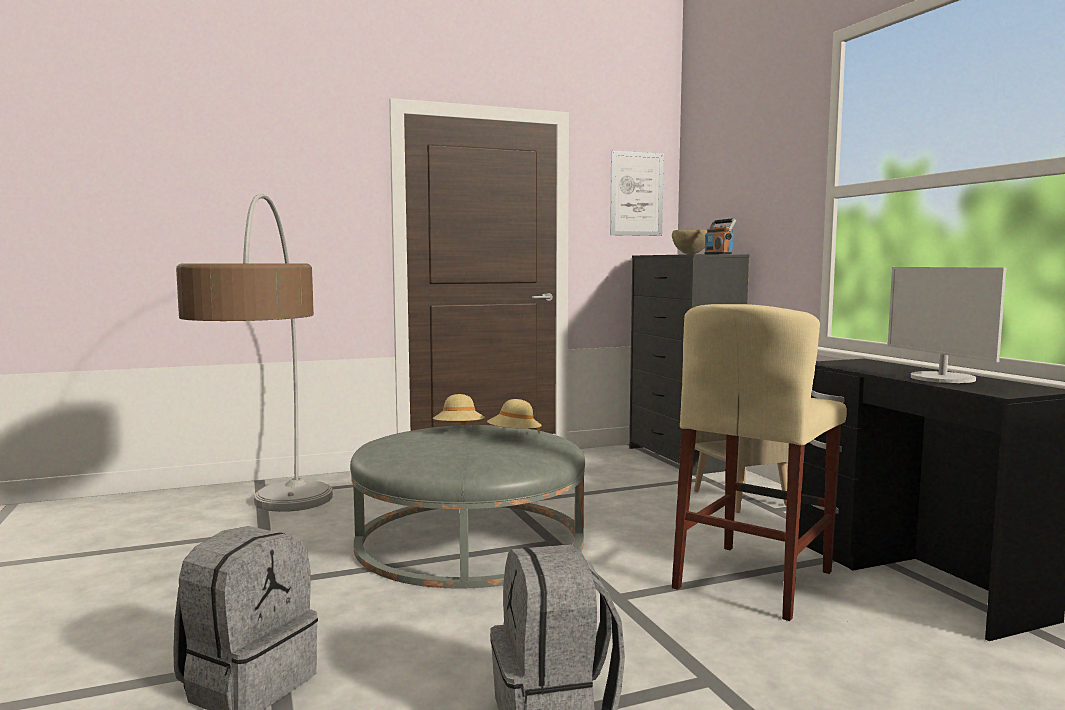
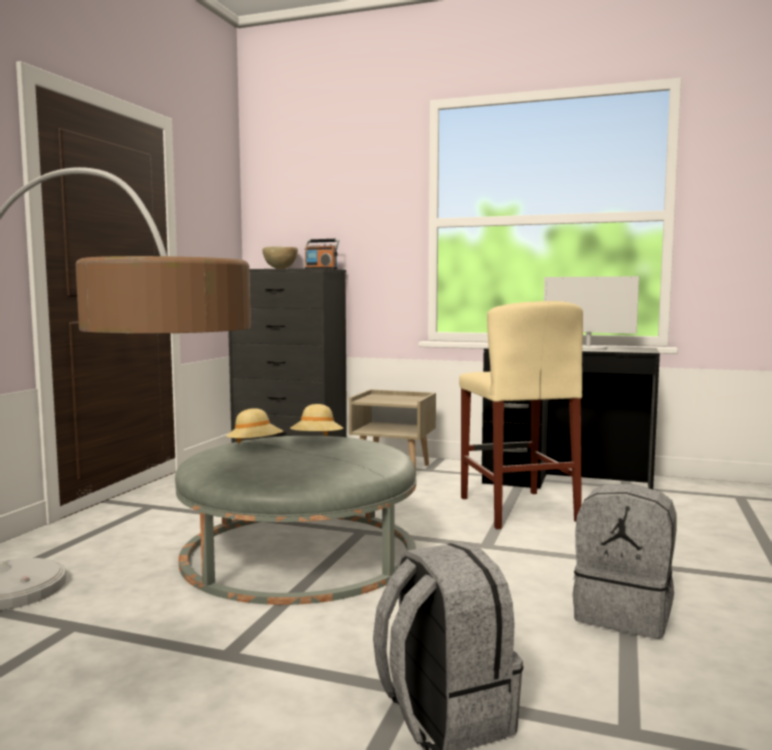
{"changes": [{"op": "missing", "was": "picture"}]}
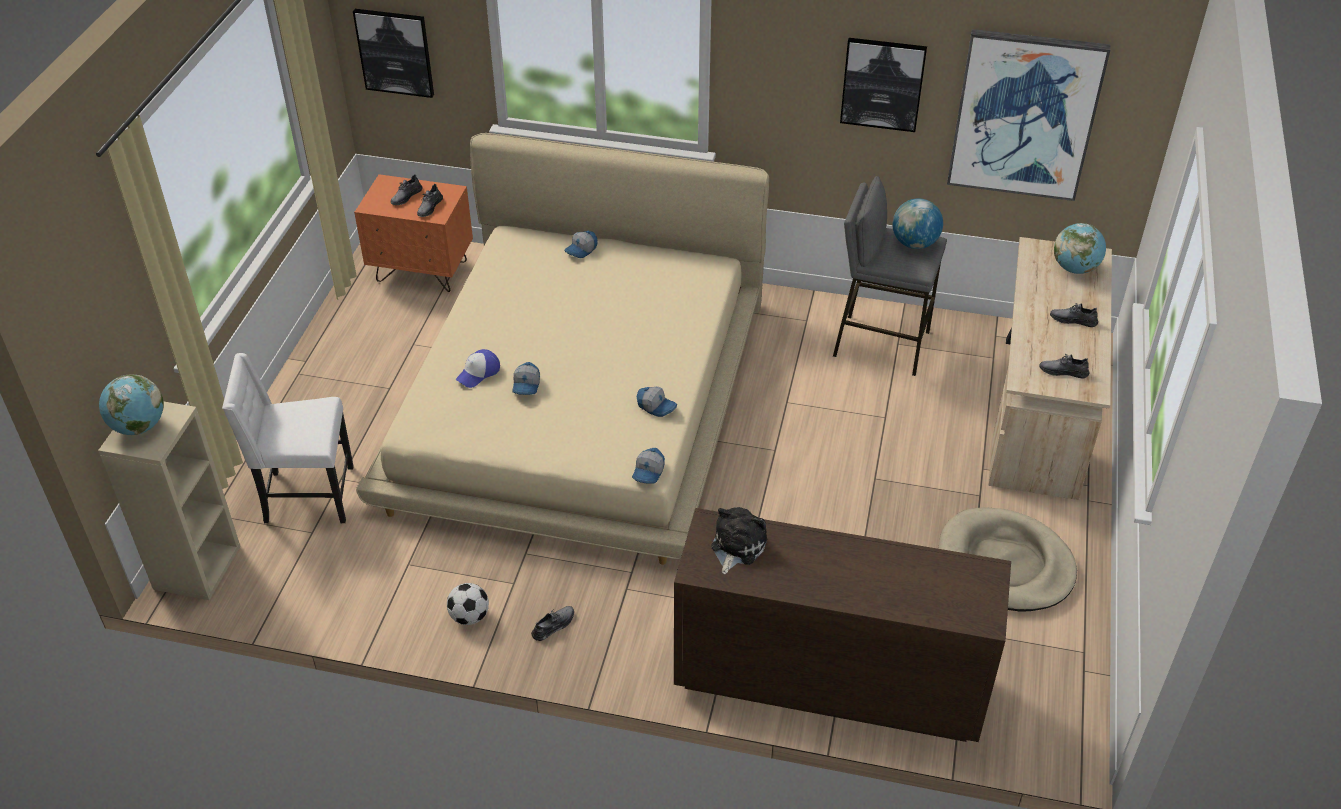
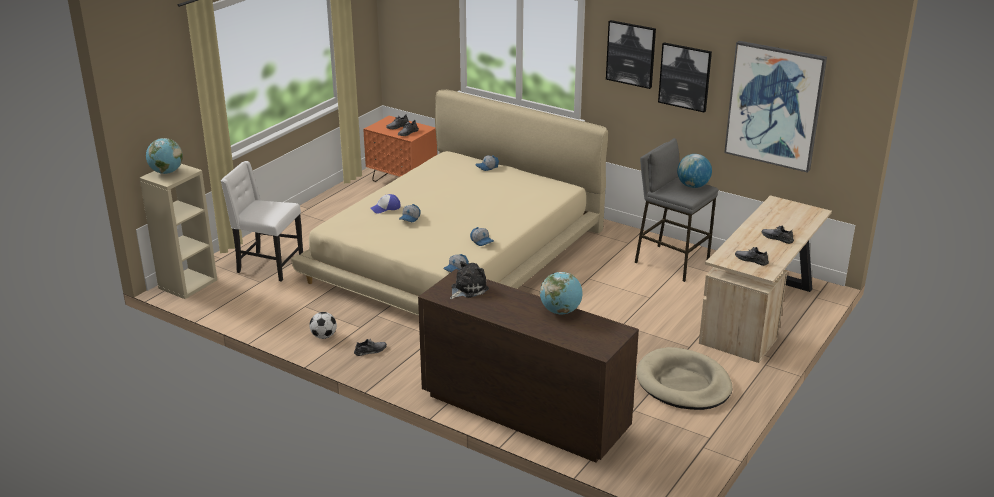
{"changes": [{"op": "relocated", "was": "picture (no. 1 from left)"}, {"op": "relocated", "was": "globe (no. 3 from left in the first image)", "now": "globe (no. 2 from left)"}]}
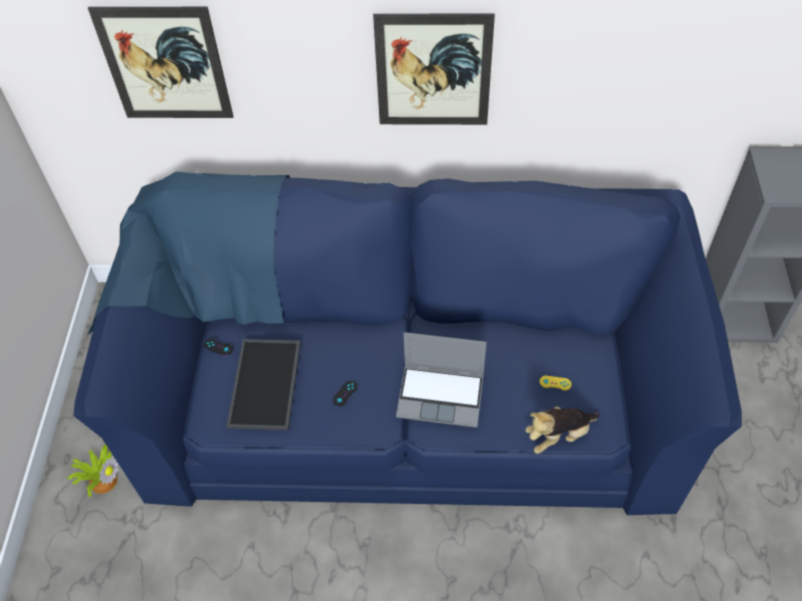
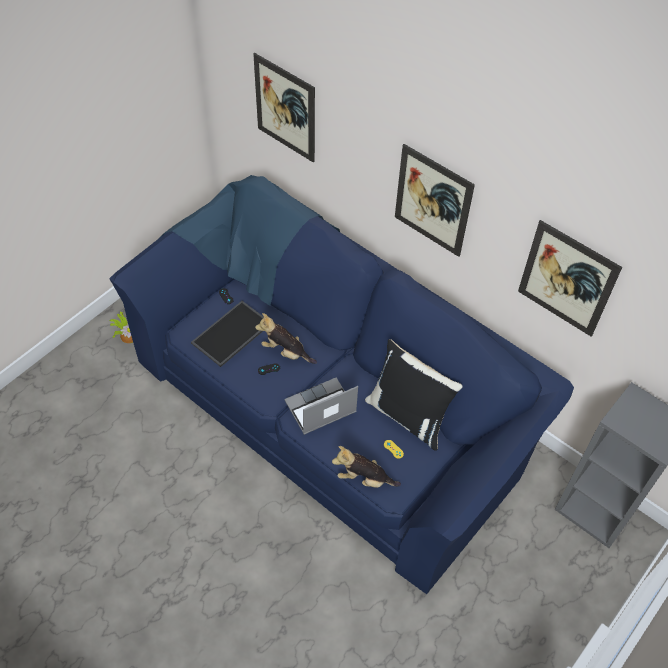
{"changes": [{"op": "appeared", "now": "plush toy (no. 1 from left)"}, {"op": "appeared", "now": "black pillow"}, {"op": "appeared", "now": "picture (no. 3 from left)"}, {"op": "spun", "was": "laptop", "clockwise": 105}]}
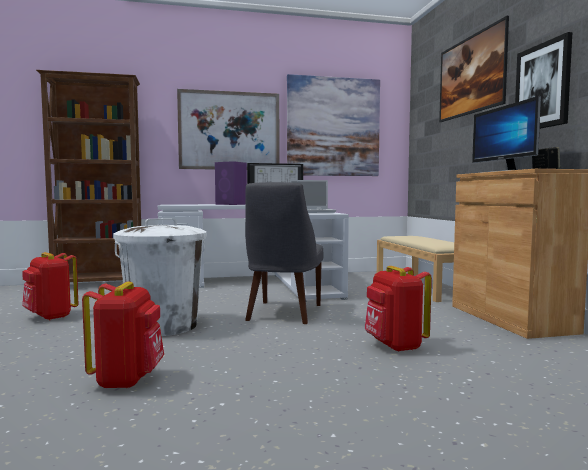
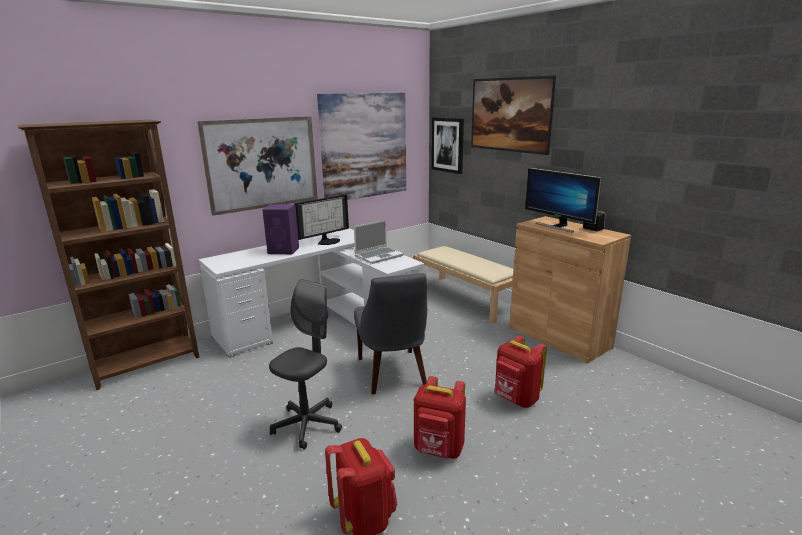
{"changes": [{"op": "relocated", "was": "red backpack (no. 1 from left in the first image)", "now": "red backpack (no. 2 from left)"}, {"op": "relocated", "was": "picture (no. 4 from left in the first image)", "now": "picture (no. 3 from left)"}, {"op": "exchanged", "was": "white trash can", "now": "grey office chair"}]}
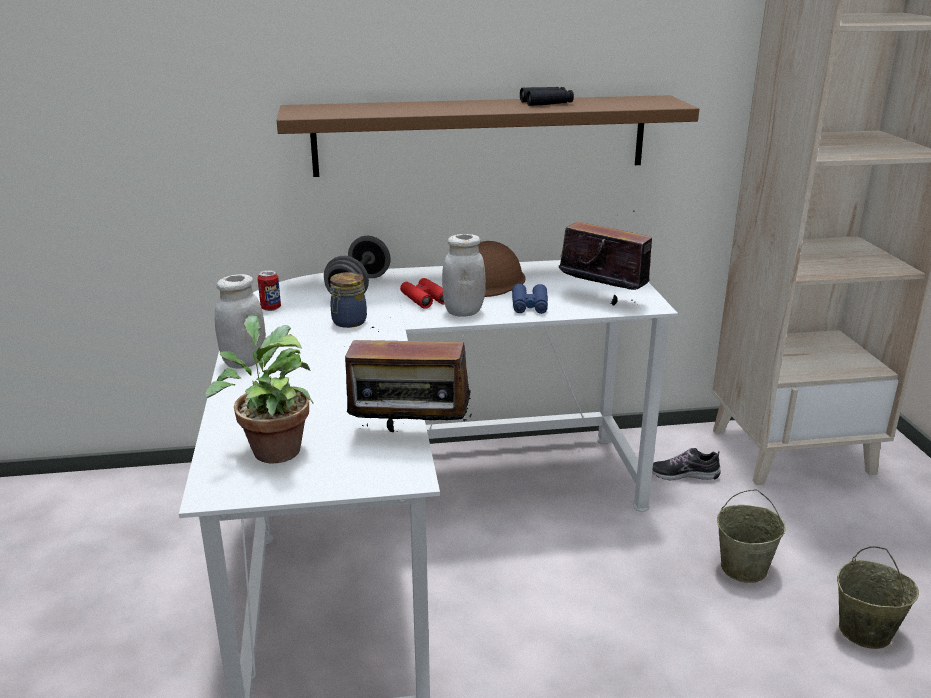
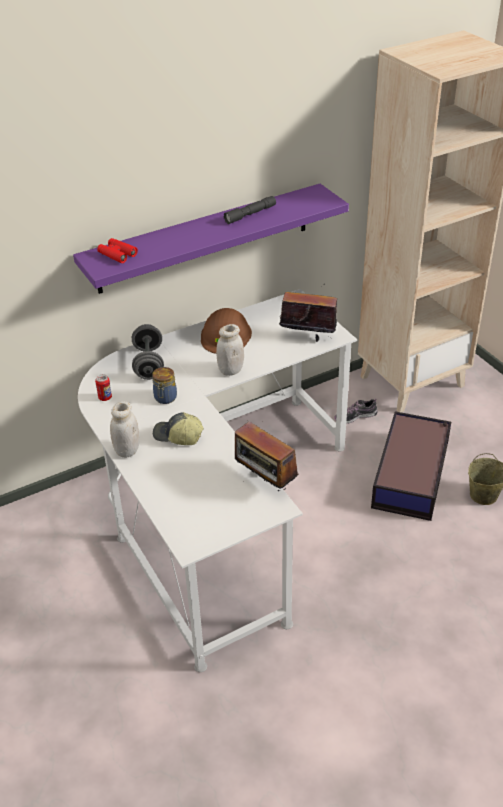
{"changes": [{"op": "missing", "was": "potted plant"}, {"op": "missing", "was": "blue binoculars"}, {"op": "appeared", "now": "cap"}, {"op": "relocated", "was": "red binoculars"}, {"op": "exchanged", "was": "black binoculars", "now": "grey flashlight"}, {"op": "exchanged", "was": "beige bucket (no. 1 from left)", "now": "storage box"}, {"op": "colour", "was": "brown shelf", "now": "purple shelf"}, {"op": "spun", "was": "radio (no. 1 from left)", "clockwise": 60}]}
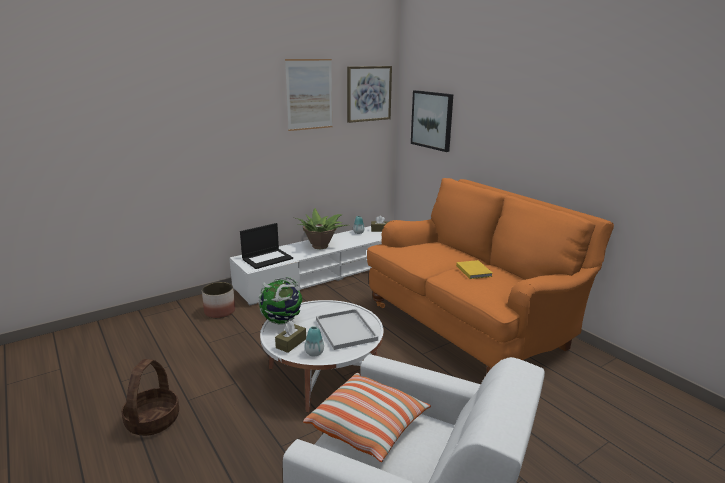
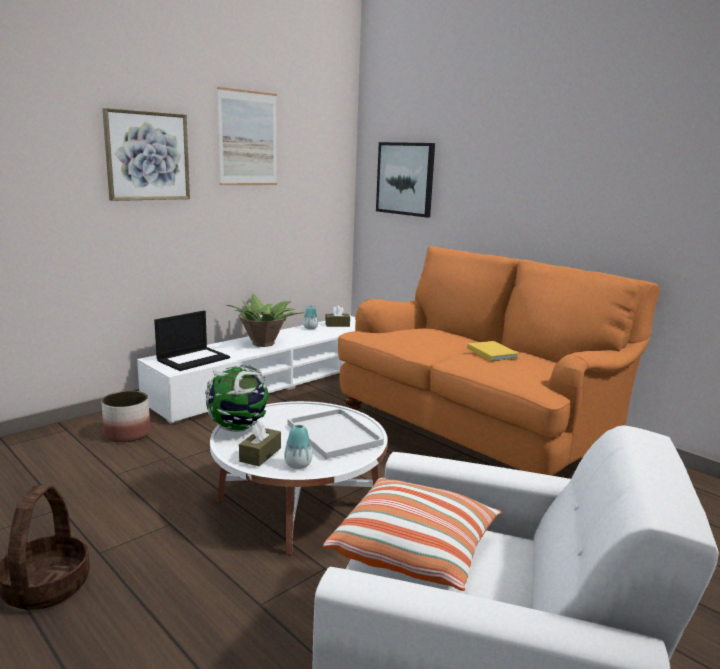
{"changes": [{"op": "relocated", "was": "picture (no. 2 from left in the first image)", "now": "picture (no. 1 from left)"}]}
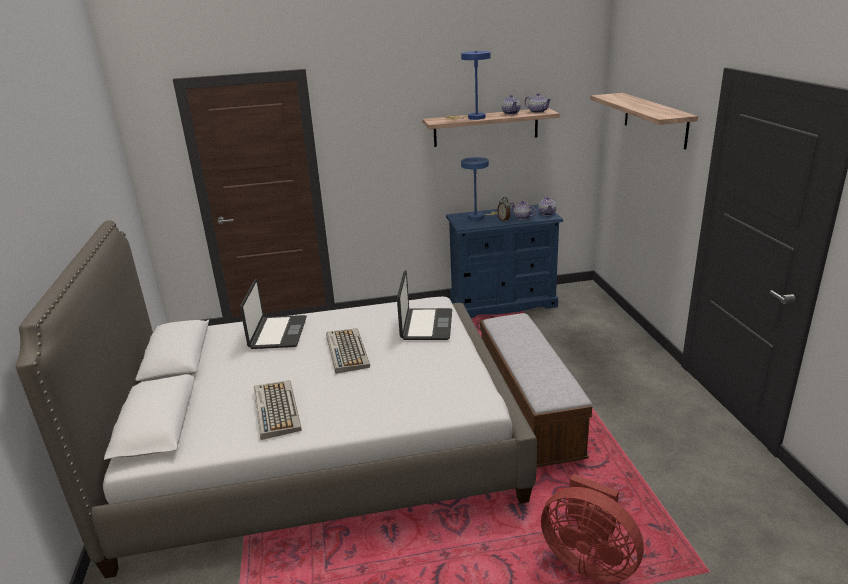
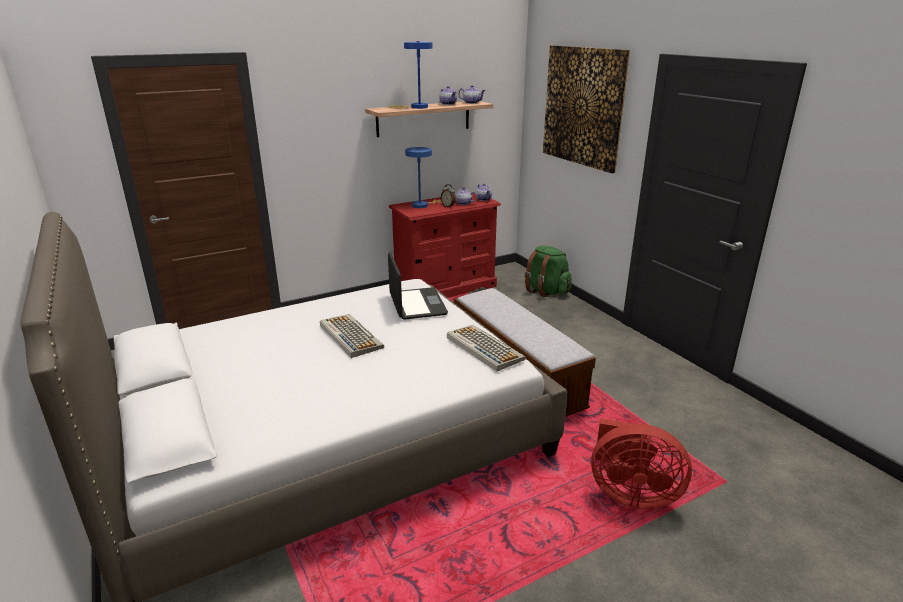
{"changes": [{"op": "missing", "was": "laptop (no. 1 from left)"}, {"op": "appeared", "now": "green backpack"}, {"op": "relocated", "was": "keyboard (no. 1 from left in the first image)", "now": "keyboard (no. 2 from left)"}, {"op": "exchanged", "was": "shelf (no. 2 from left)", "now": "picture"}, {"op": "colour", "was": "blue dresser", "now": "red dresser"}]}
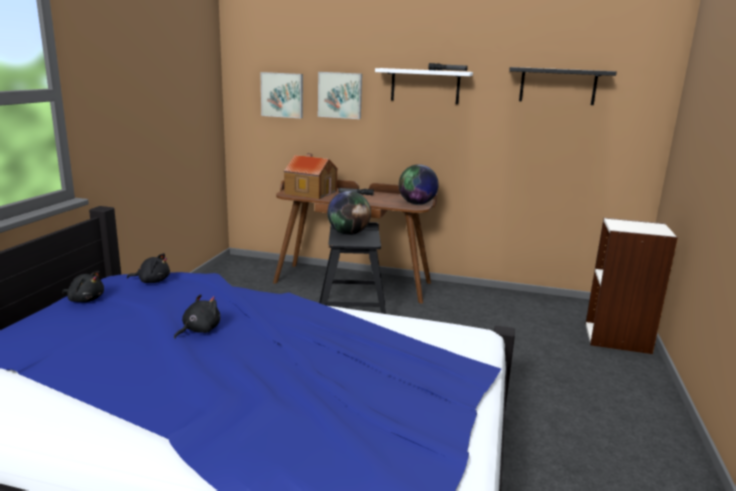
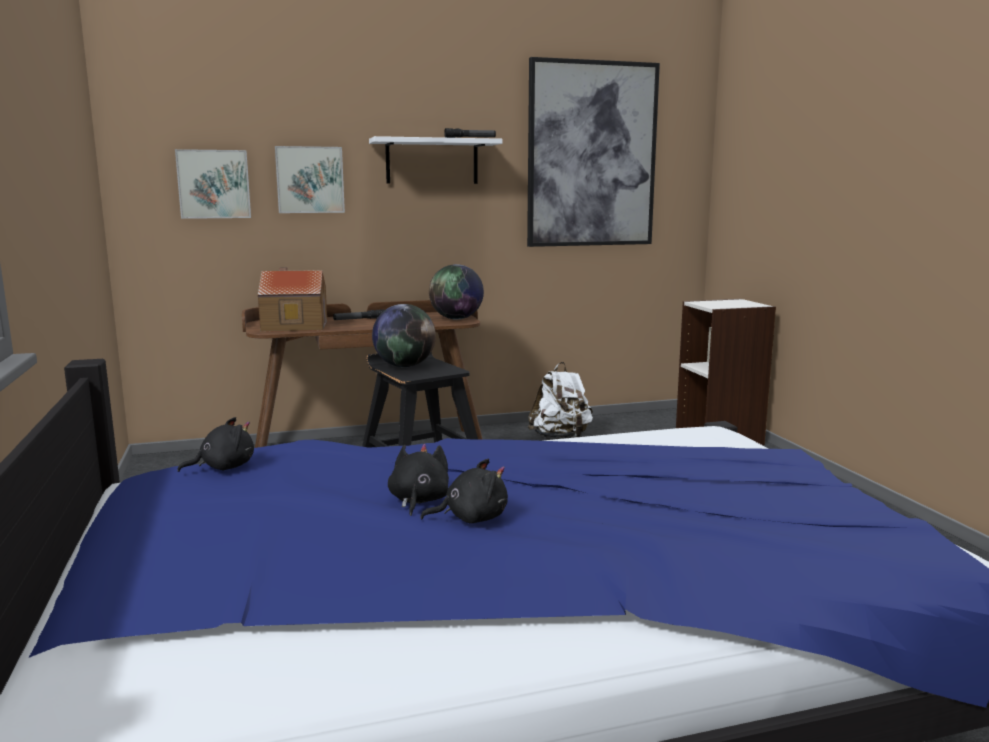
{"changes": [{"op": "appeared", "now": "white backpack"}, {"op": "relocated", "was": "black plush toy (no. 1 from left in the first image)", "now": "black plush toy (no. 3 from left)"}, {"op": "exchanged", "was": "black shelf", "now": "picture (no. 3 from left)"}]}
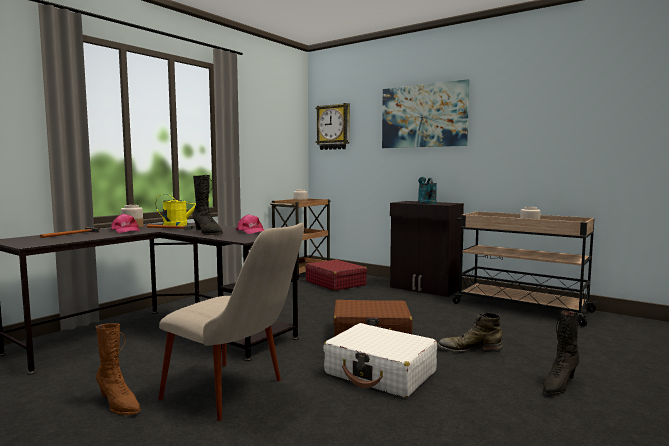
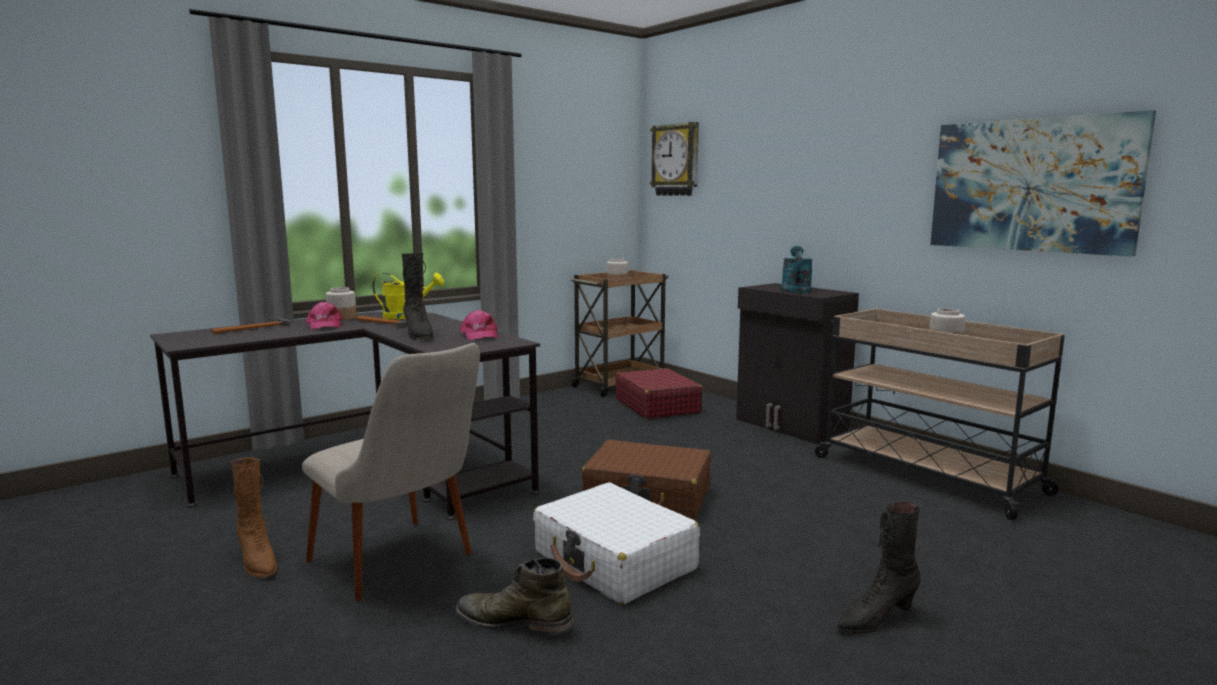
{"changes": [{"op": "relocated", "was": "picture"}, {"op": "relocated", "was": "green boot"}]}
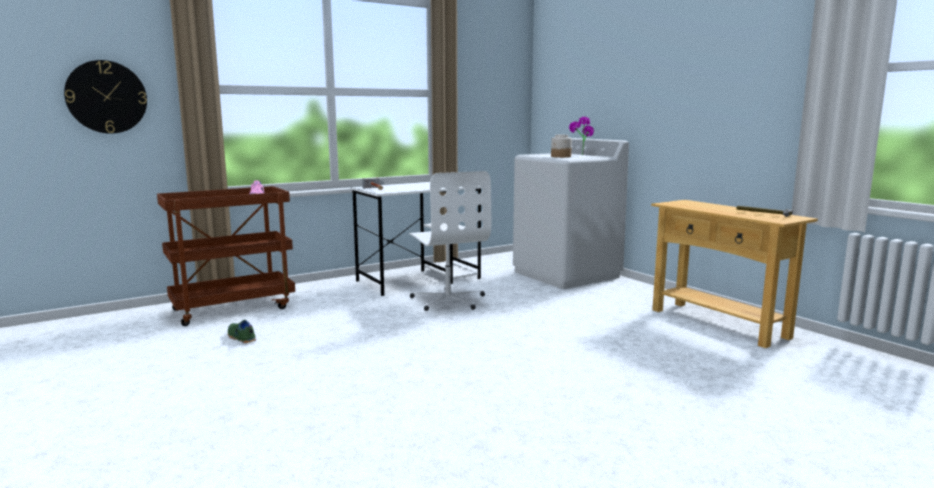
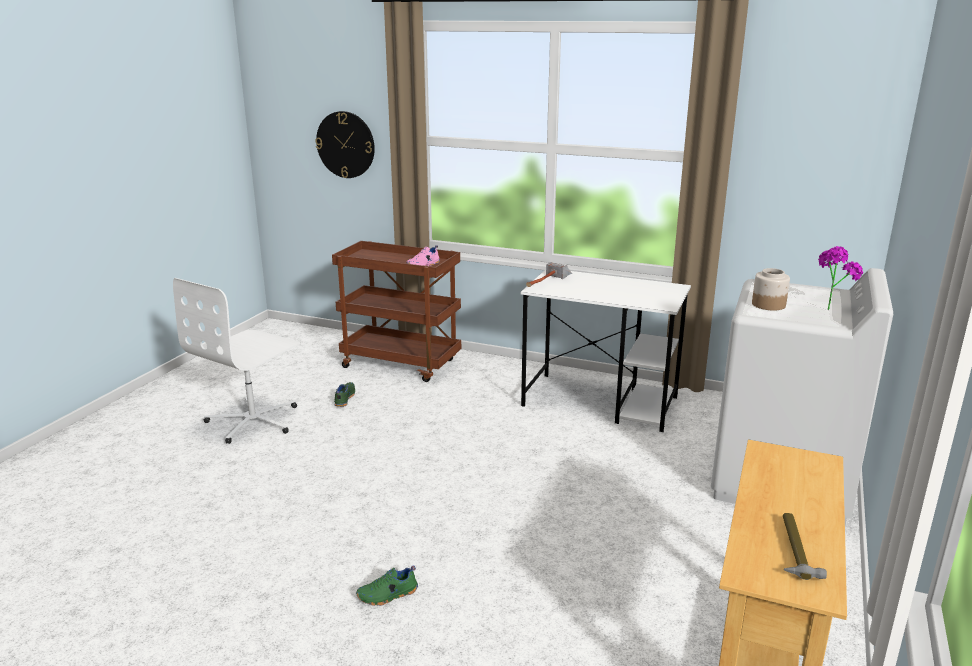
{"changes": [{"op": "appeared", "now": "green shoe (no. 2 from left)"}, {"op": "relocated", "was": "white office chair"}]}
